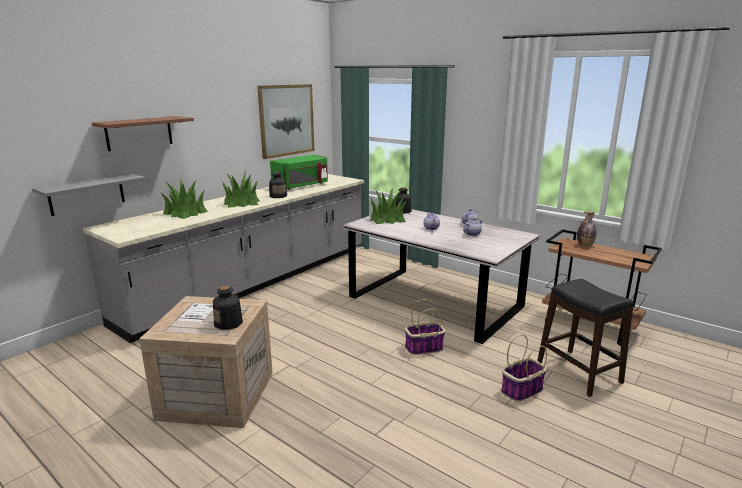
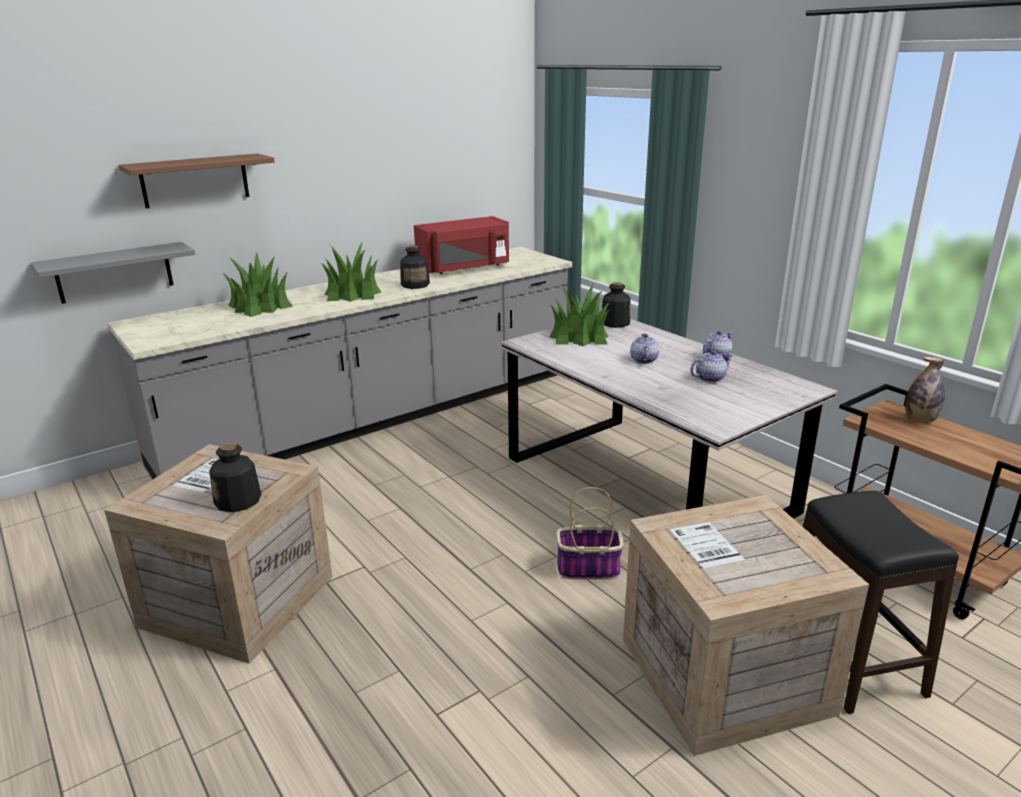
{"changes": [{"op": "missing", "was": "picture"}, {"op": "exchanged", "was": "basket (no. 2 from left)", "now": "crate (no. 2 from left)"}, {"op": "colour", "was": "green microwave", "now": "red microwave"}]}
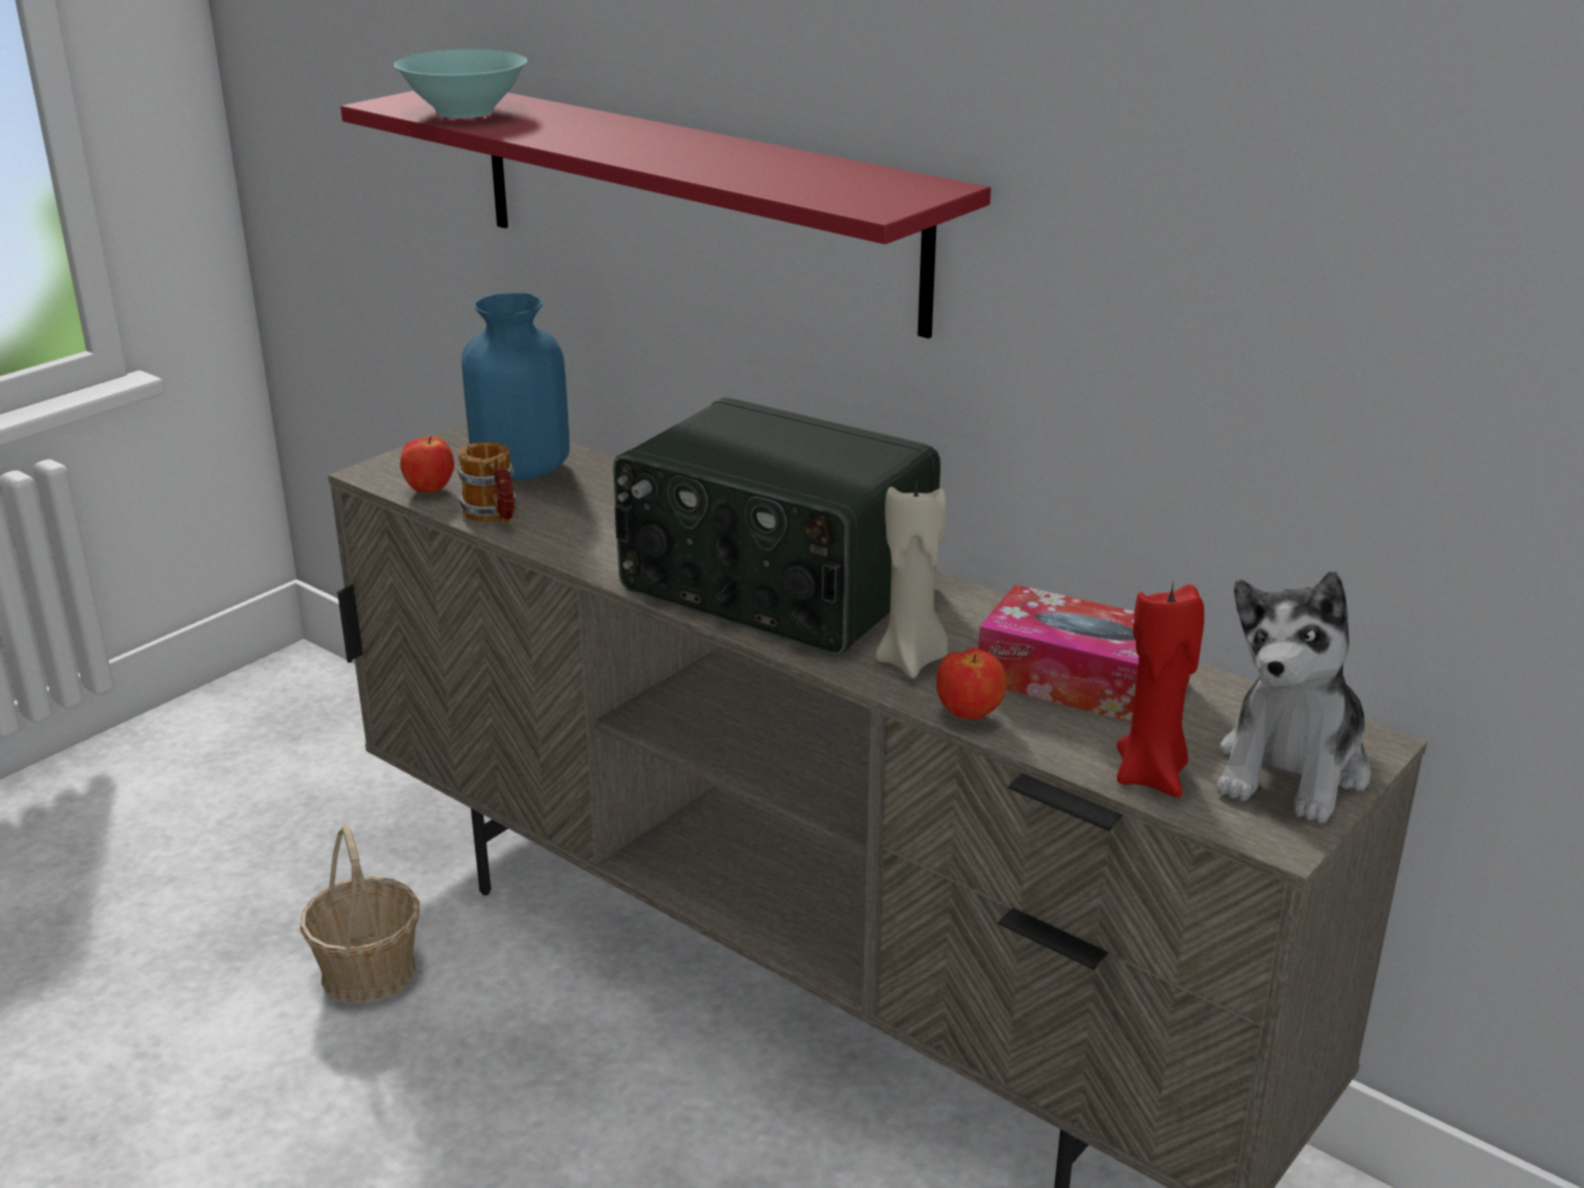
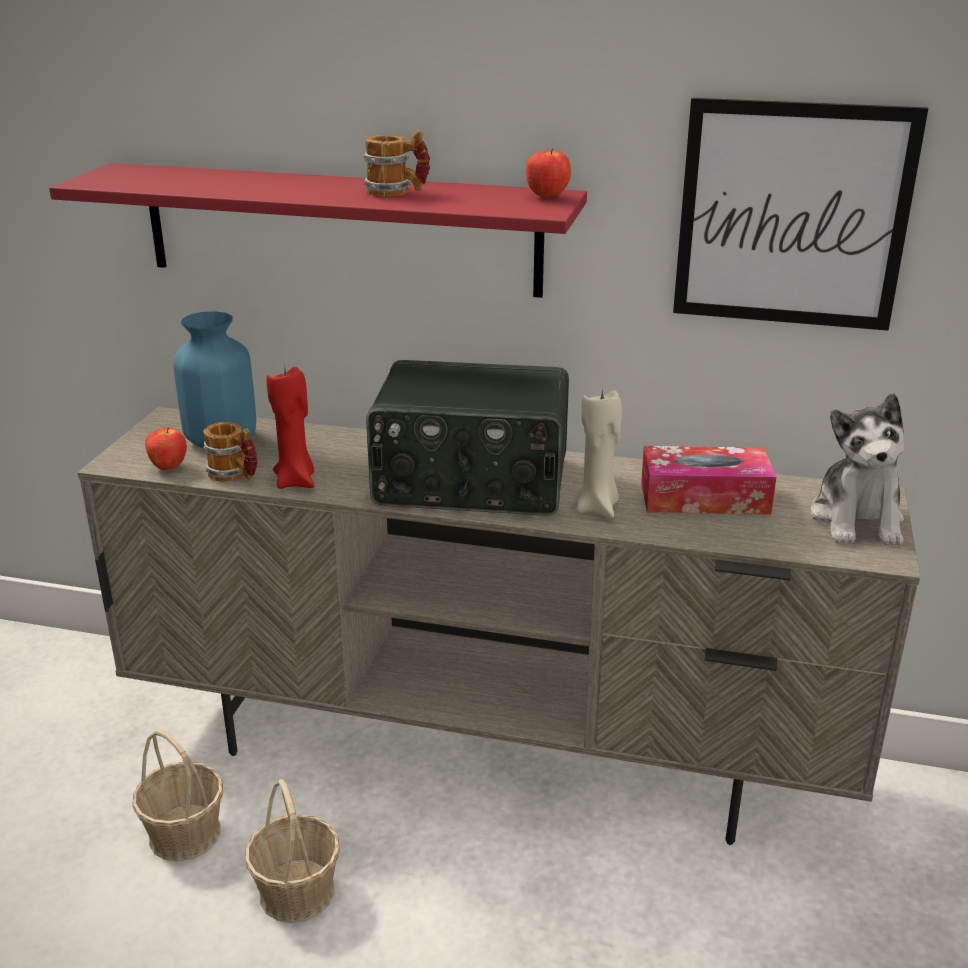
{"changes": [{"op": "missing", "was": "turquoise bowl"}, {"op": "appeared", "now": "basket (no. 2 from left)"}, {"op": "appeared", "now": "mug (no. 2 from left)"}, {"op": "appeared", "now": "picture"}, {"op": "relocated", "was": "apple (no. 2 from left)"}, {"op": "relocated", "was": "red candle"}]}
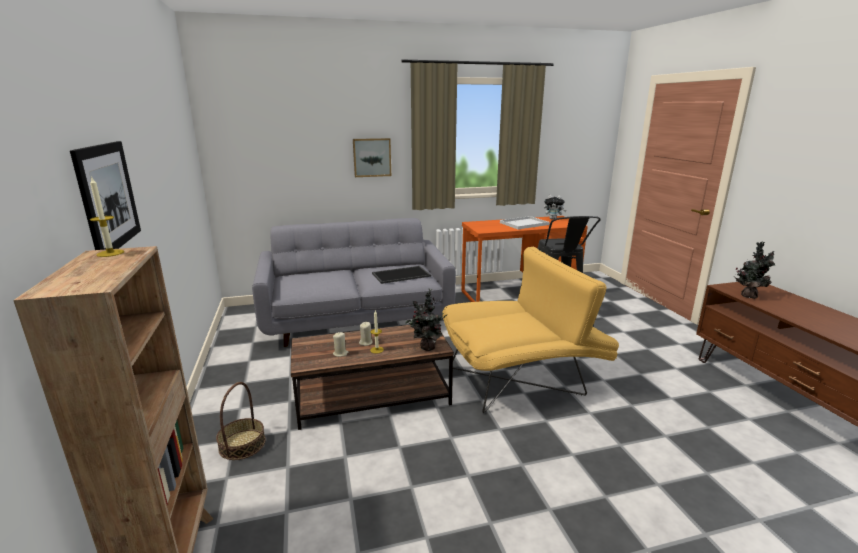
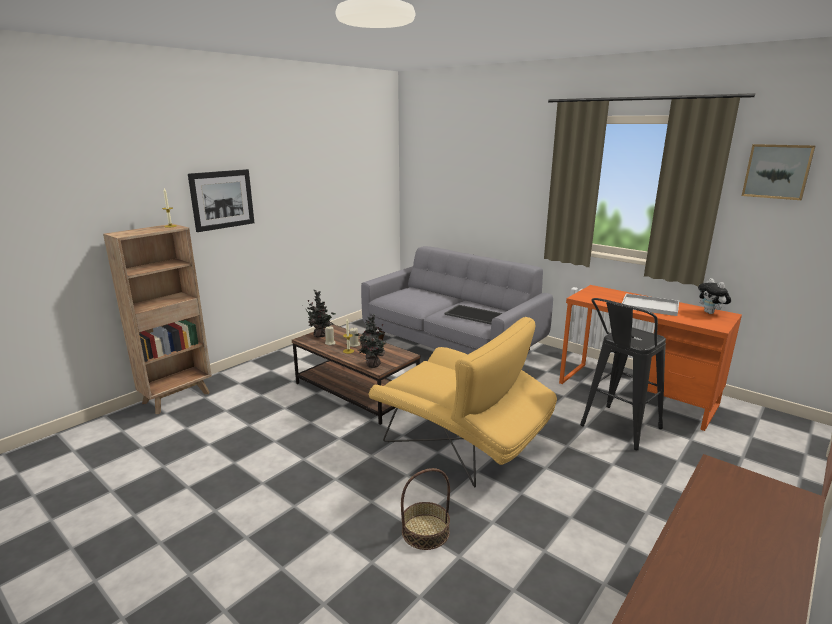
{"changes": [{"op": "relocated", "was": "basket"}, {"op": "relocated", "was": "picture (no. 2 from left)"}, {"op": "relocated", "was": "potted plant (no. 2 from left in the first image)", "now": "potted plant (no. 1 from left)"}]}
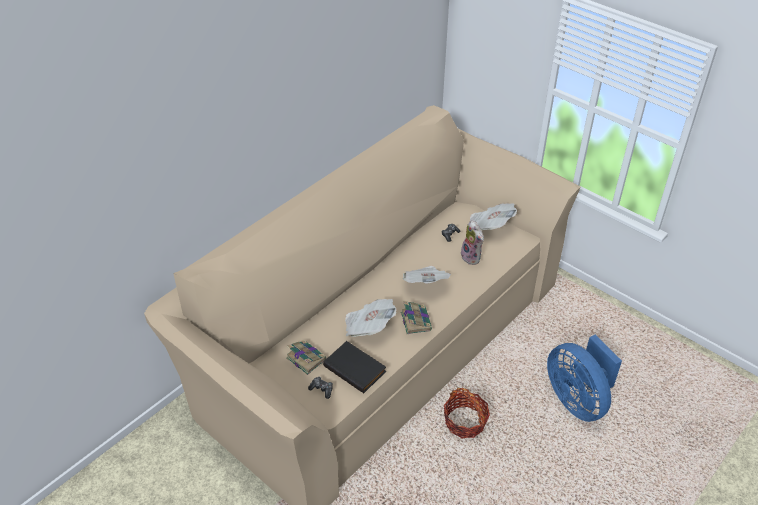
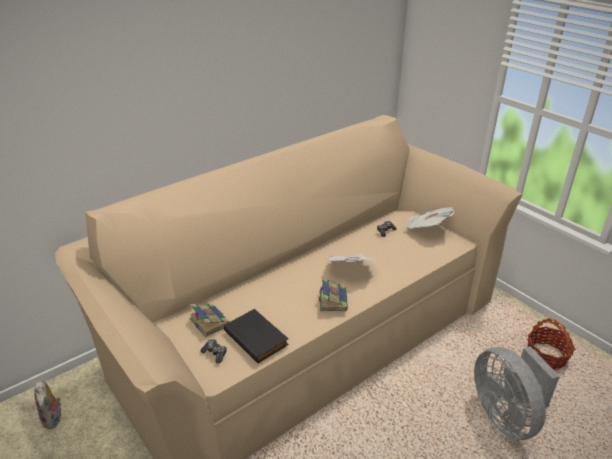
{"changes": [{"op": "missing", "was": "newspaper (no. 1 from left)"}, {"op": "relocated", "was": "basket"}, {"op": "relocated", "was": "plush toy"}, {"op": "colour", "was": "blue fan", "now": "grey fan"}]}
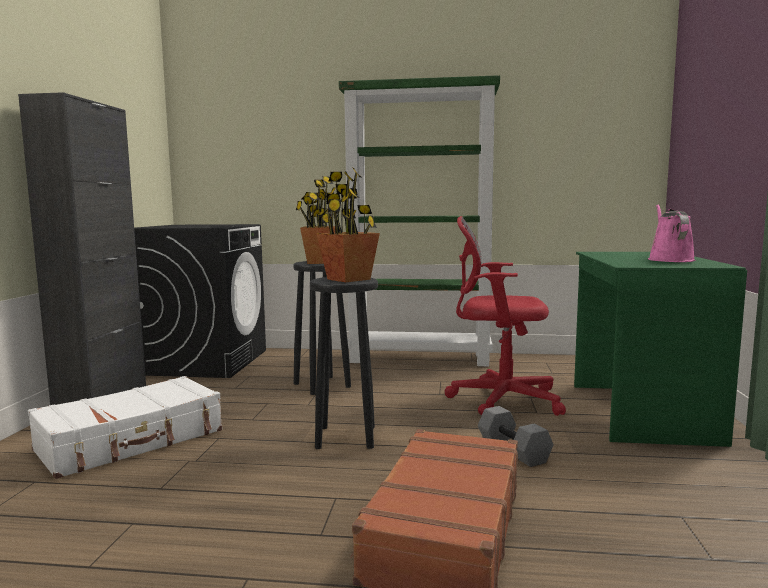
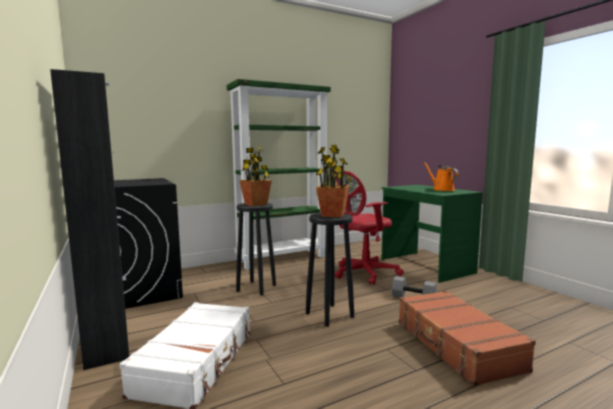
{"changes": [{"op": "colour", "was": "pink watering can", "now": "orange watering can"}]}
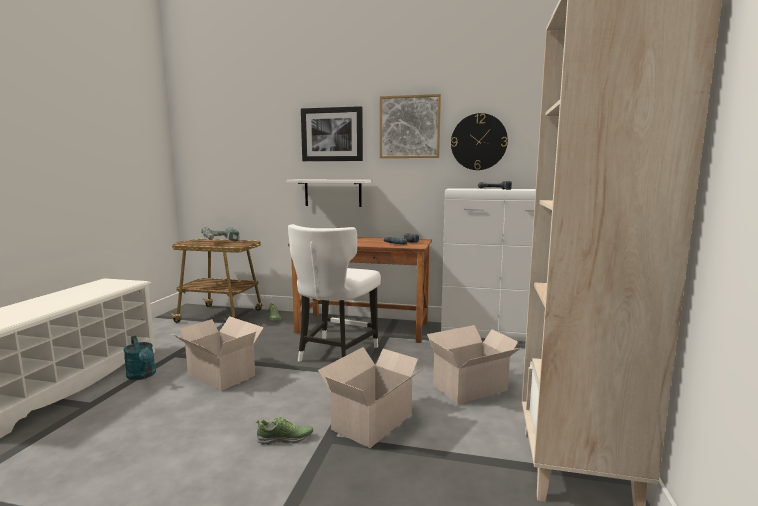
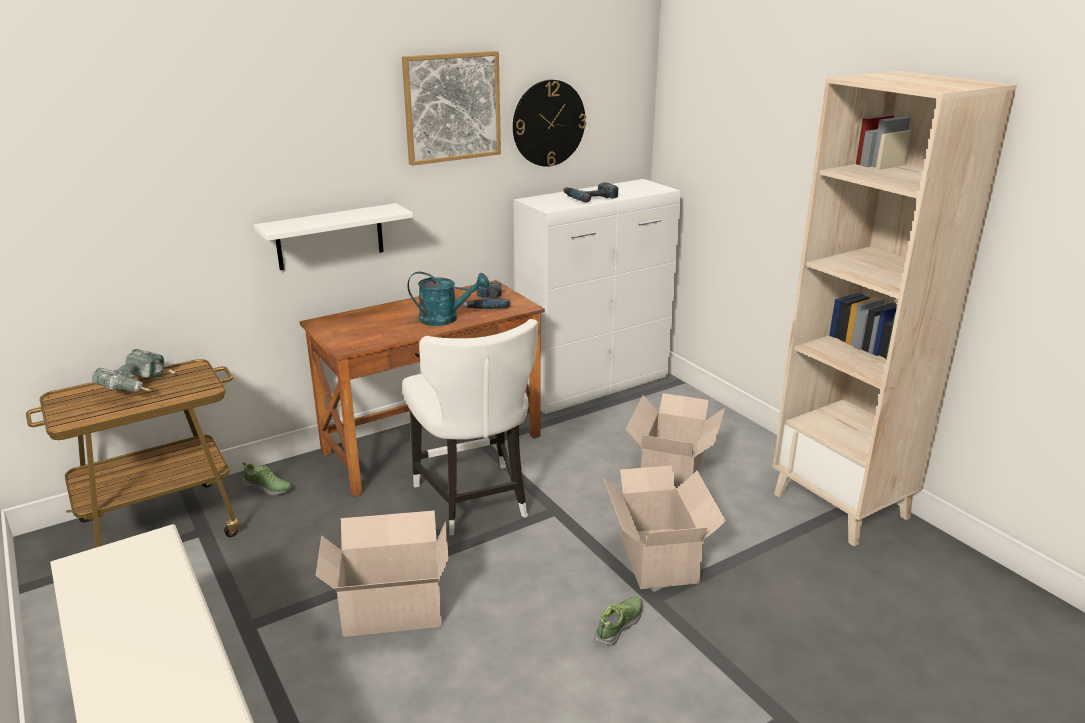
{"changes": [{"op": "missing", "was": "picture (no. 1 from left)"}, {"op": "relocated", "was": "turquoise watering can"}]}
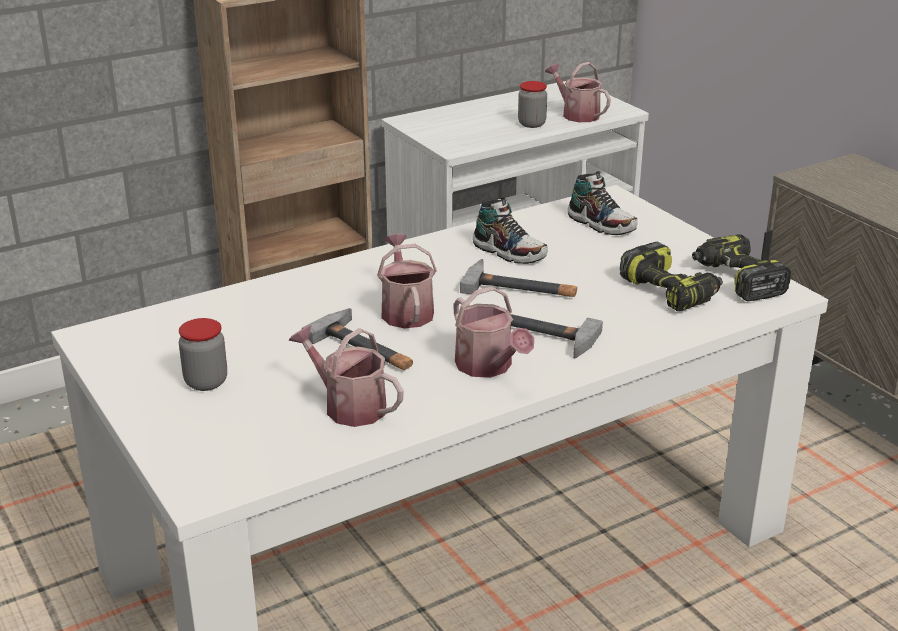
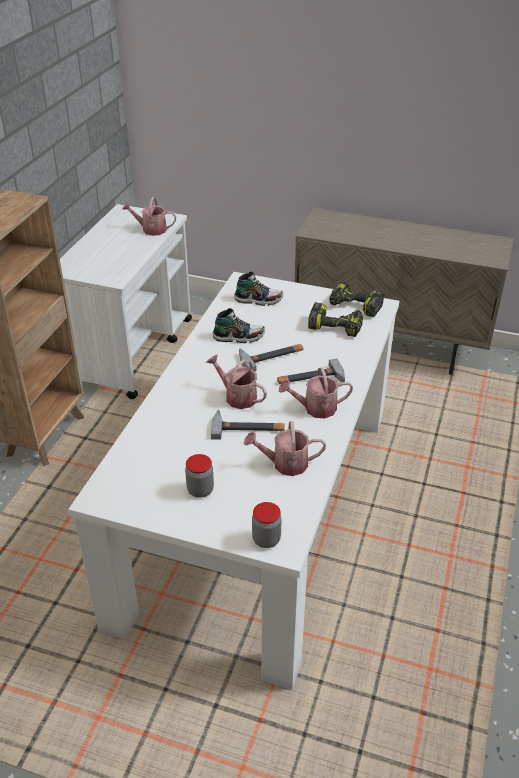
{"changes": [{"op": "relocated", "was": "jar (no. 2 from left)"}, {"op": "spun", "was": "watering can (no. 3 from left in the first image)", "clockwise": 150}]}
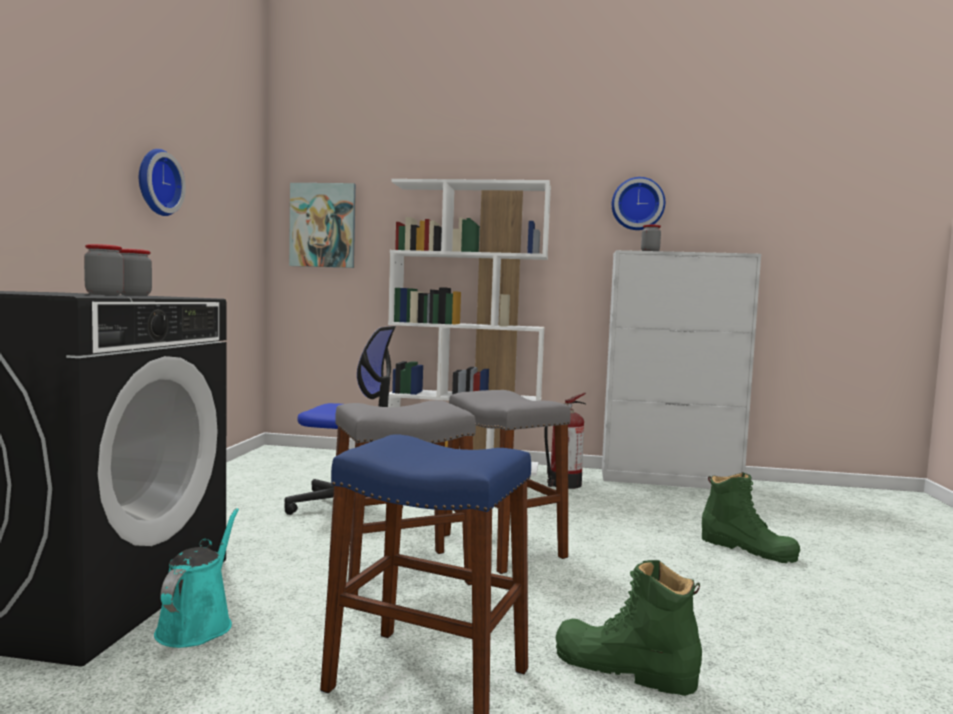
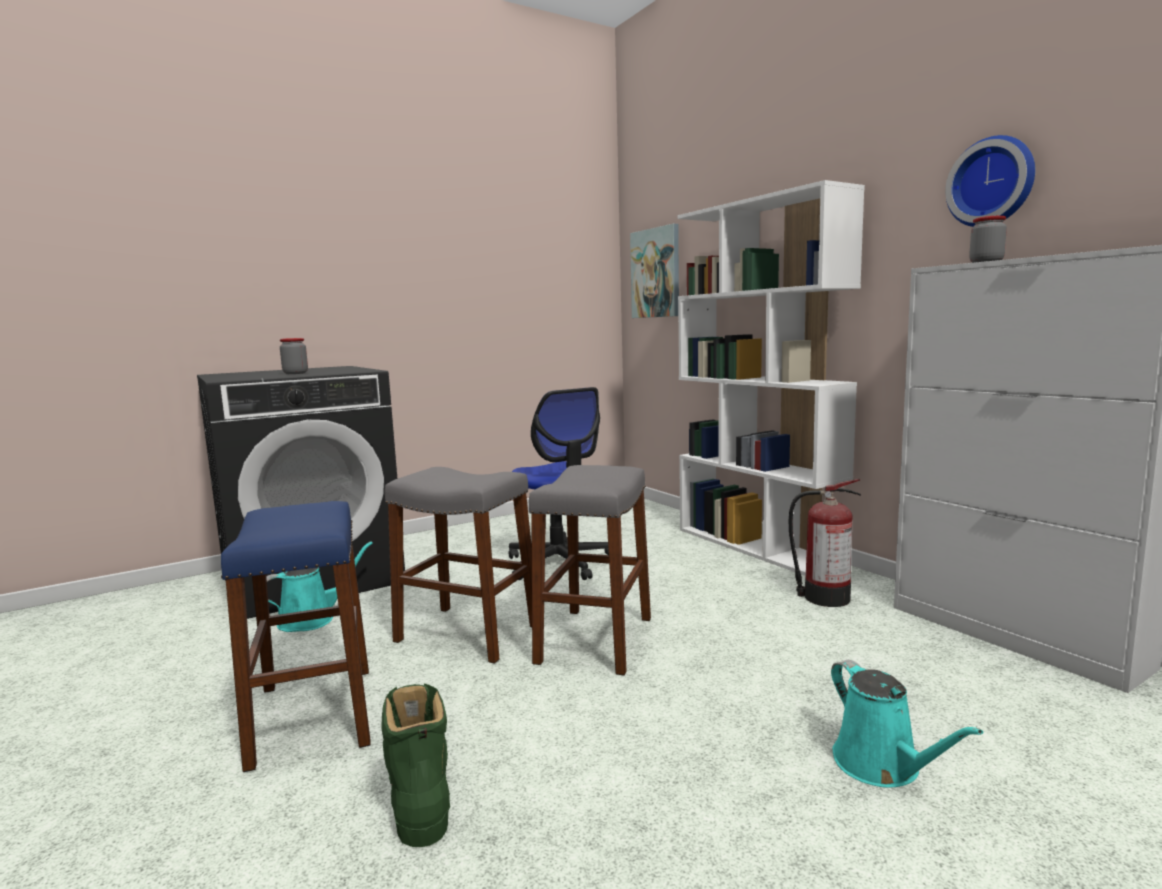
{"changes": [{"op": "missing", "was": "jar (no. 2 from left)"}, {"op": "missing", "was": "wall clock (no. 1 from left)"}, {"op": "exchanged", "was": "green boot (no. 2 from left)", "now": "turquoise watering can (no. 2 from left)"}]}
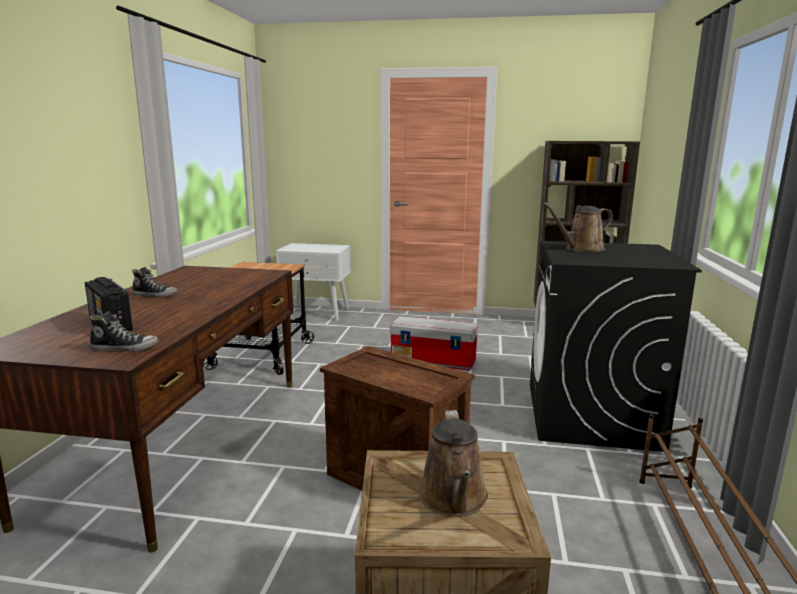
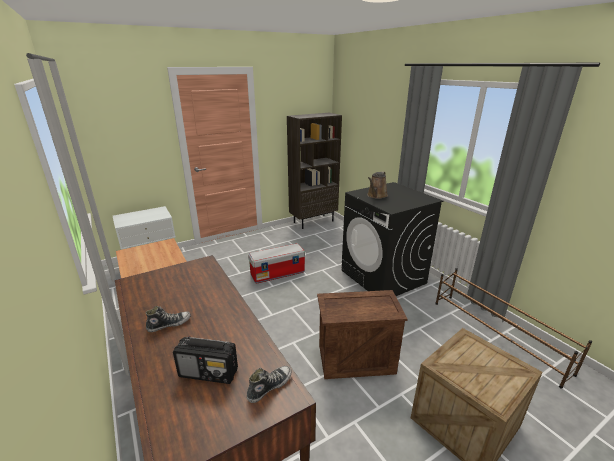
{"changes": [{"op": "missing", "was": "brown watering can (no. 1 from left)"}]}
